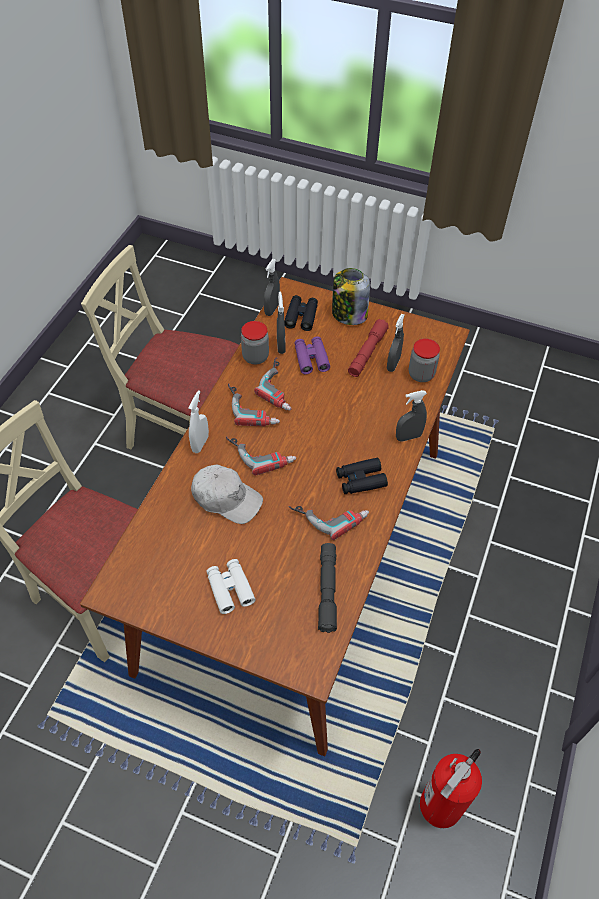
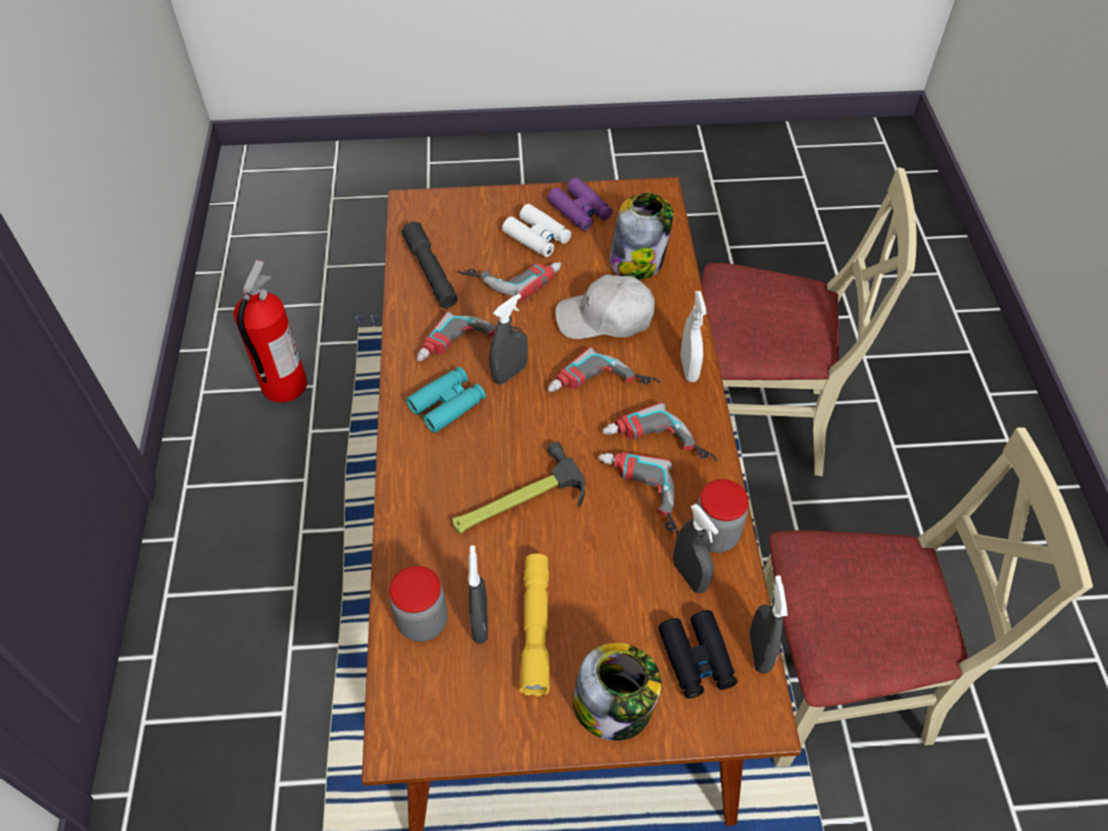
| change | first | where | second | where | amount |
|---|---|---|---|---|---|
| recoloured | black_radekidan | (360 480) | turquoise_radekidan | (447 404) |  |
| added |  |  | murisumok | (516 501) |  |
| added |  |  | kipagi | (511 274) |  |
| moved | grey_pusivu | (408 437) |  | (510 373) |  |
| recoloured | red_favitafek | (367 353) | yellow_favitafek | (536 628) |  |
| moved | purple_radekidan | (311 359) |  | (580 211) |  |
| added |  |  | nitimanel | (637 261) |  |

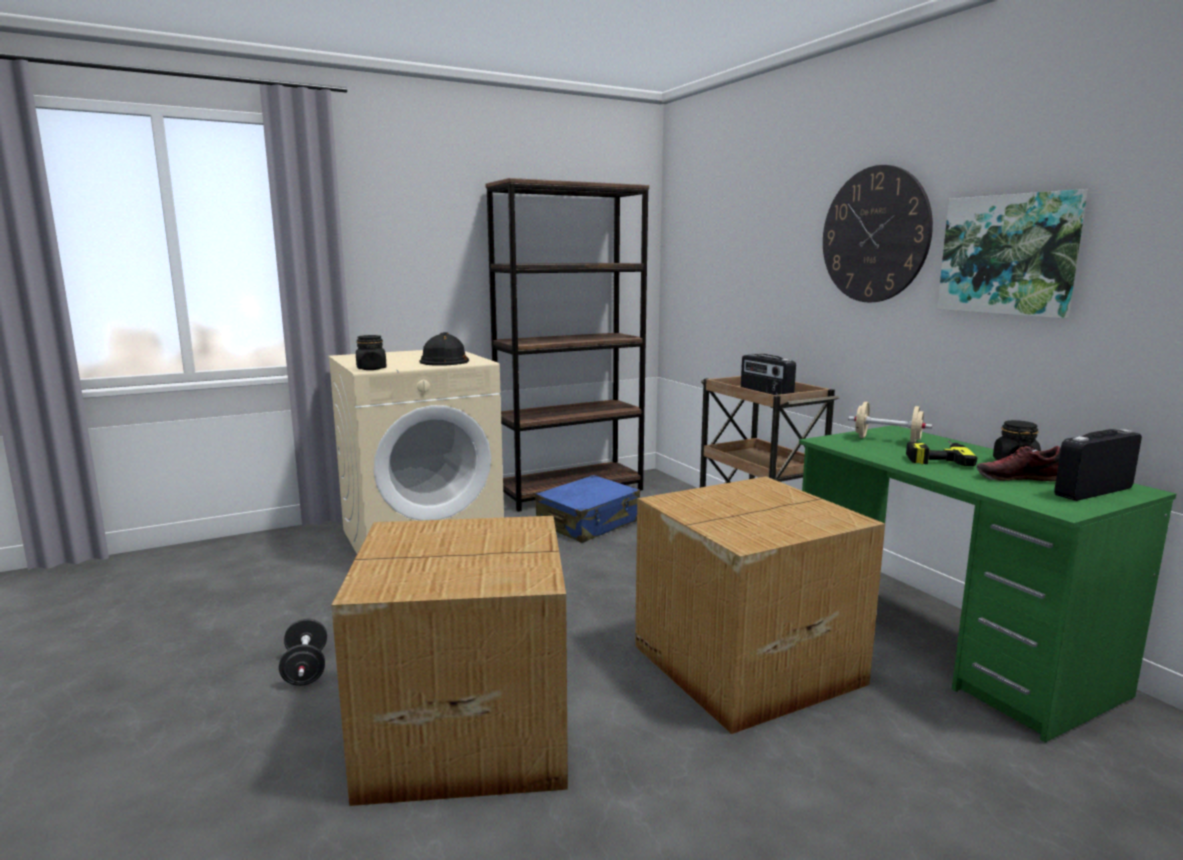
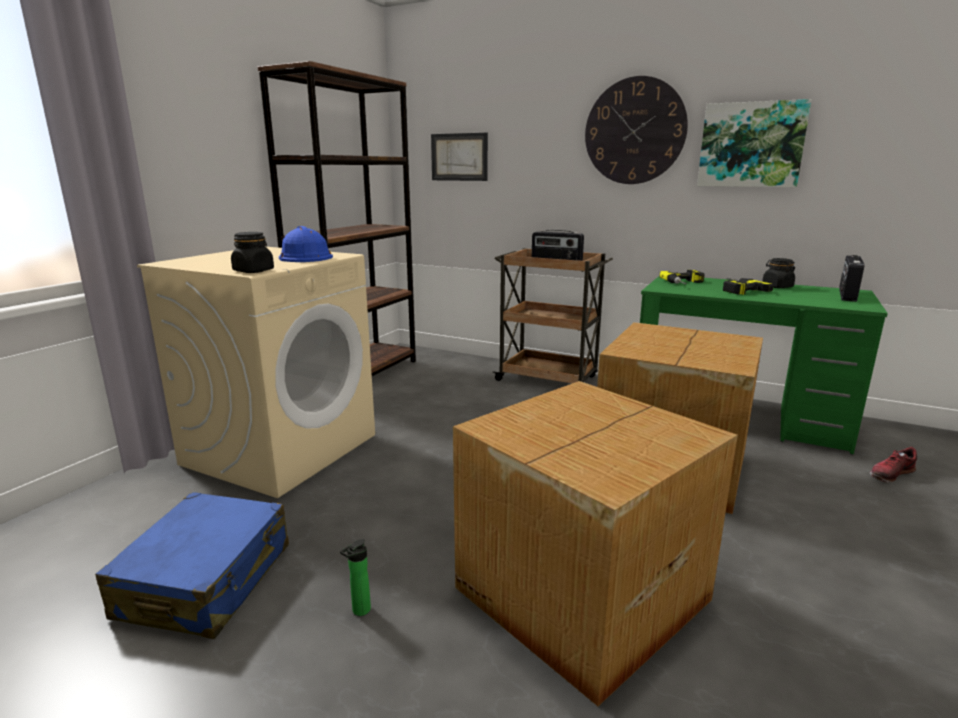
| change | first | where | second | where | amount |
|---|---|---|---|---|---|
| moved | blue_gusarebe | (588 523) |  | (207 581) |  |
| recoloured | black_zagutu | (445 361) | blue_zagutu | (303 257) |  |
| replaced | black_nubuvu | (305 669) | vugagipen | (359 611) |  |
| added |  |  | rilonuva | (459 157) |  |
| replaced | beige_nubuvu | (887 440) | kipagi | (686 283) |  |
| moved | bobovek | (1018 478) |  | (890 473) |  |

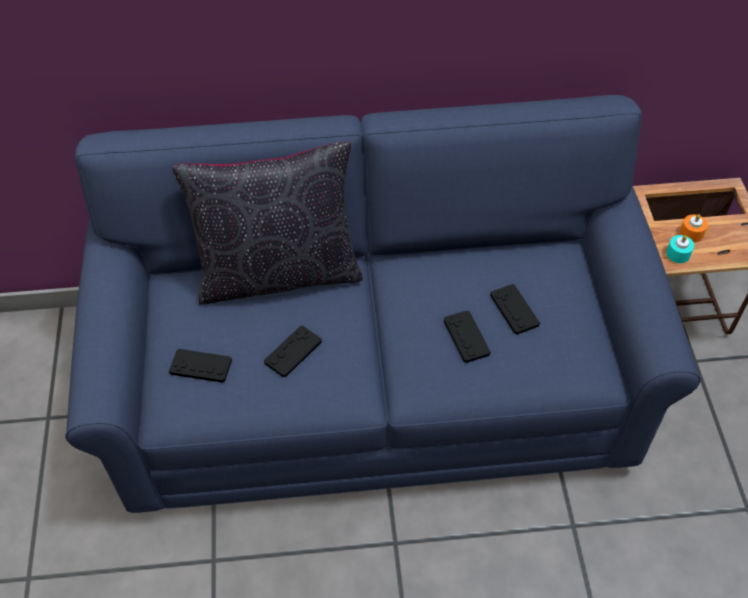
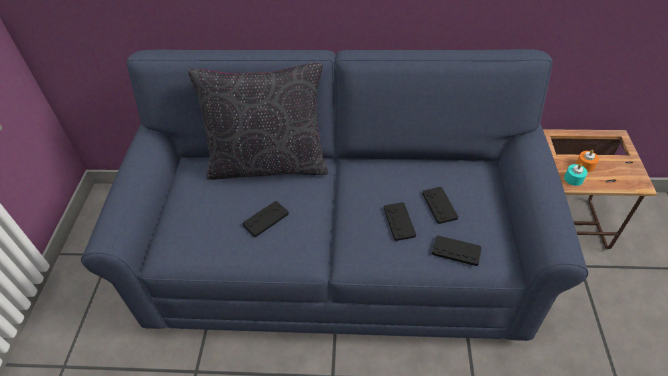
| change | first | where | second | where | amount |
|---|---|---|---|---|---|
| moved | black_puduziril | (200 366) |  | (456 251) |  |

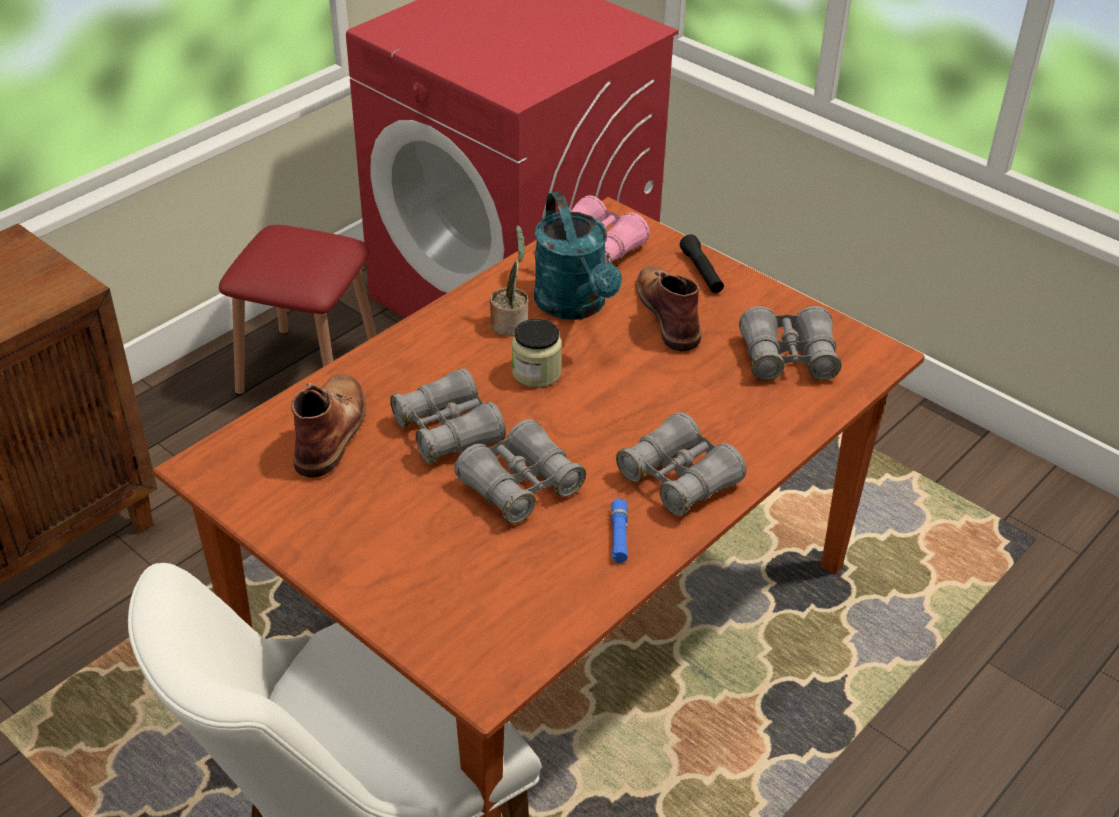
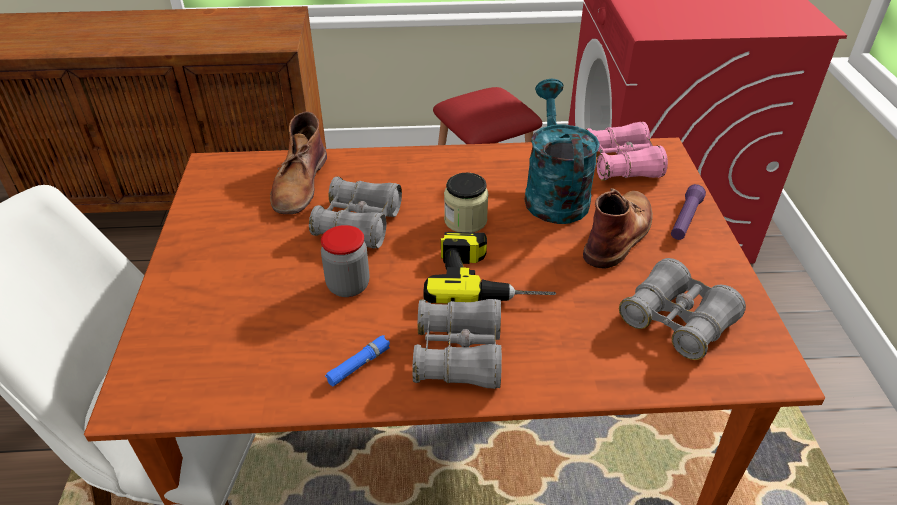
| change | first | where | second | where | amount |
|---|---|---|---|---|---|
| turned | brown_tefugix | (331 429) |  | (299 183) | 135 degrees clockwise |
| replaced | grey_radekidan | (520 486) | nitimanel | (348 286) |  |
| added |  |  | kipagi | (489 278) |  |
| turned | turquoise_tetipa | (575 306) |  | (553 193) | 150 degrees clockwise |
| recoloured | black_favitafek | (701 272) | purple_favitafek | (685 219) |  |
| removed | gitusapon | (510 323) |  |  |  |

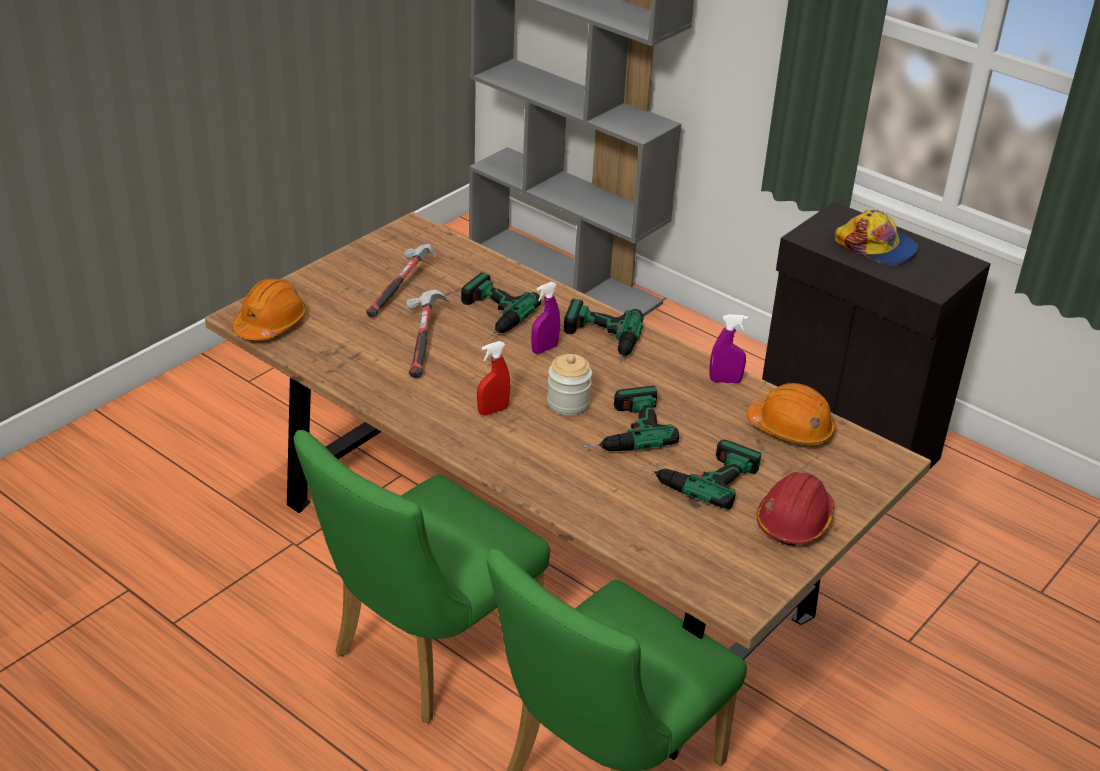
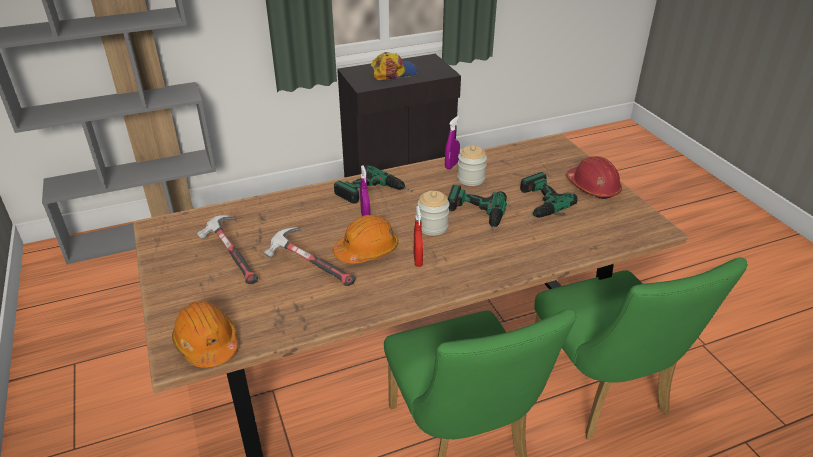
| change | first | where | second | where | amount |
|---|---|---|---|---|---|
| moved | orange_zagutu | (790 429) |  | (367 250) |  |
| added |  |  | nitimanel | (471 179) |  |
| removed | kipagi | (488 316) |  |  |  |

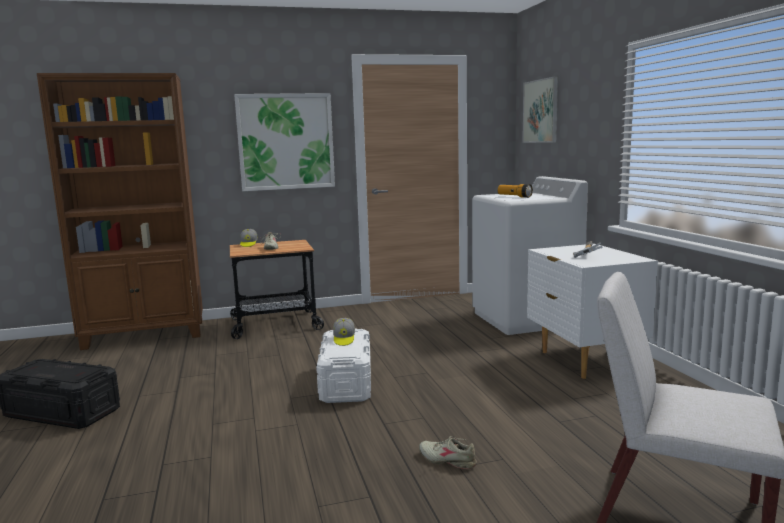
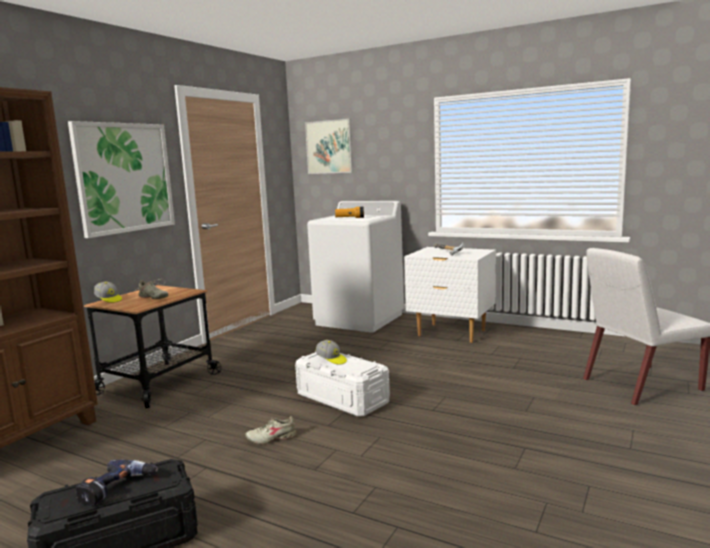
| change | first | where | second | where | amount |
|---|---|---|---|---|---|
| added |  |  | kipagi | (118 490) |  |
| moved | beige_bobovek | (447 460) |  | (272 438) |  |

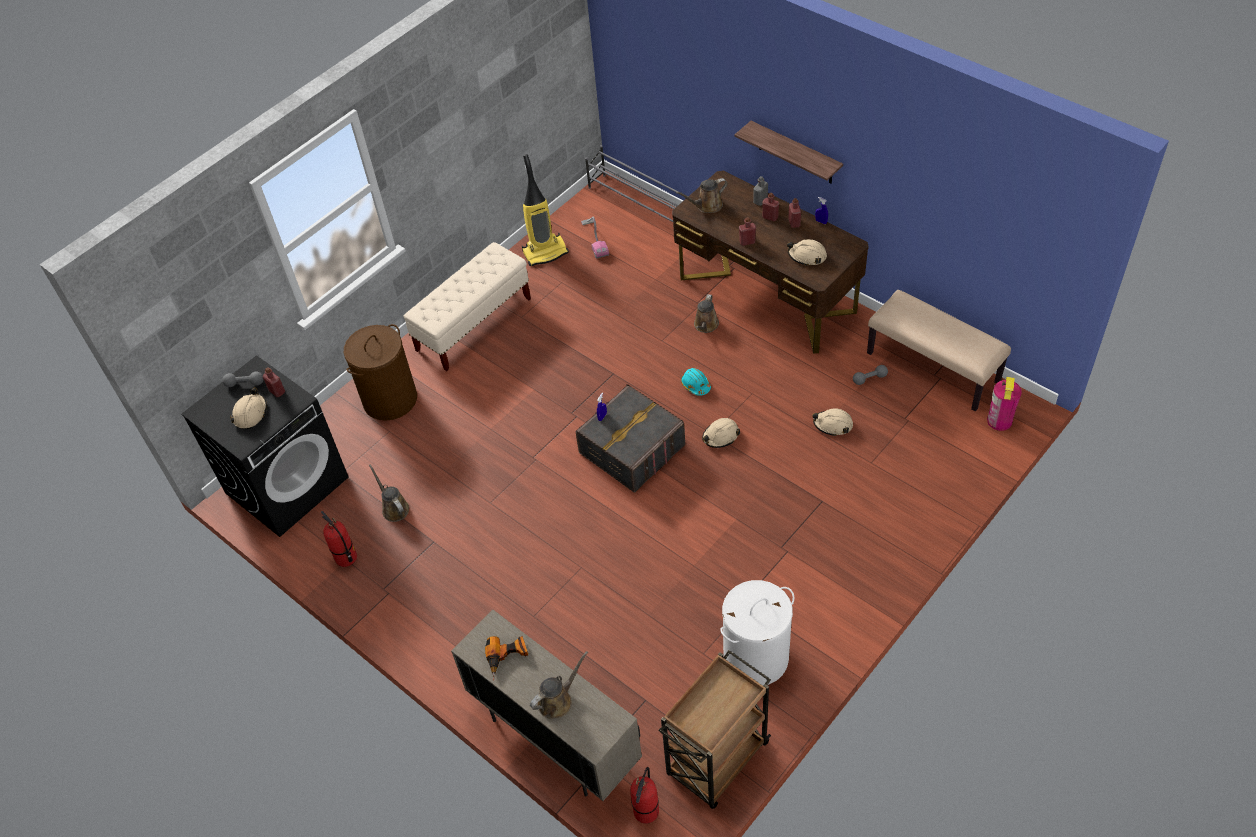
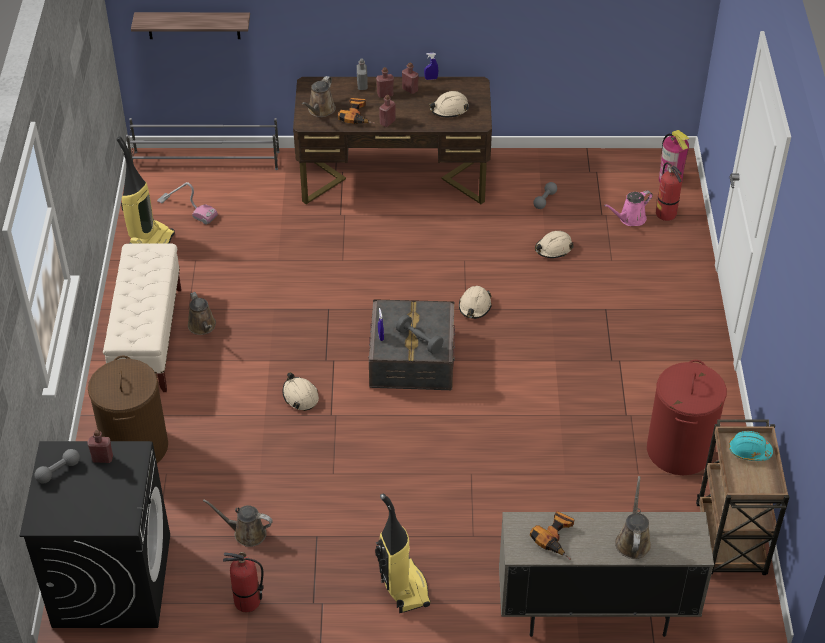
| change | first | where | second | where | amount |
|---|---|---|---|---|---|
| moved | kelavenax | (795 153) |  | (193 25) |  |
| moved | brown_tetipa | (705 326) |  | (203 326) |  |
| moved | beige_zagutu | (250 413) |  | (300 396) |  |
| added |  |  | kipagi | (358 115) |  |
| added |  |  | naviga | (403 587) |  |
| added |  |  | grey_nubuvu | (419 340) |  |
| added |  |  | pink_tetipa | (630 219) |  |
| recoloured | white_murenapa | (756 658) | red_murenapa | (679 450) |  |
| moved | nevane | (646 811) |  | (666 214) |  |
| moved | turquoise_zagutu | (695 385) |  | (749 451) |  |
| removed | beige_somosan | (933 367) |  |  |  |

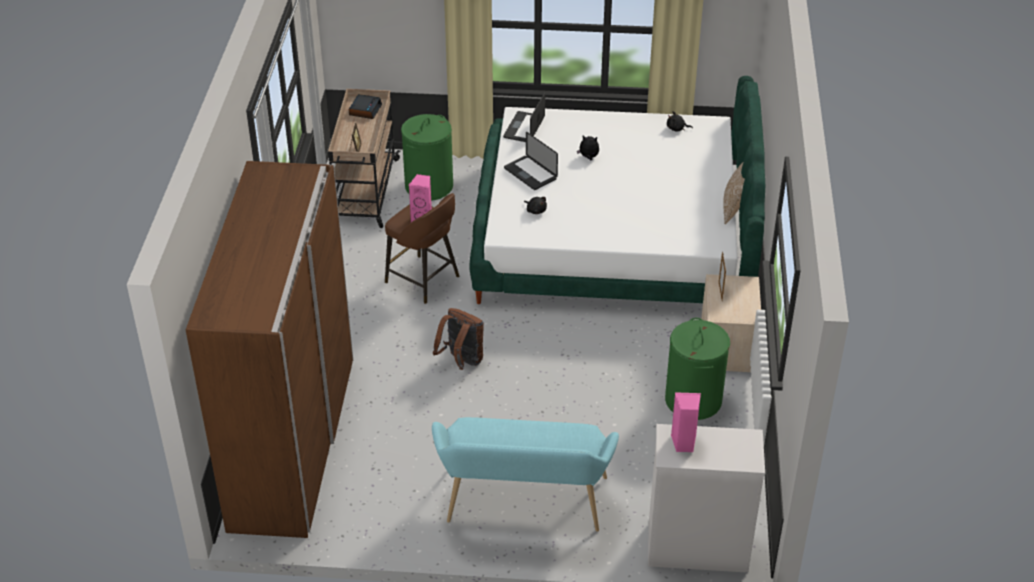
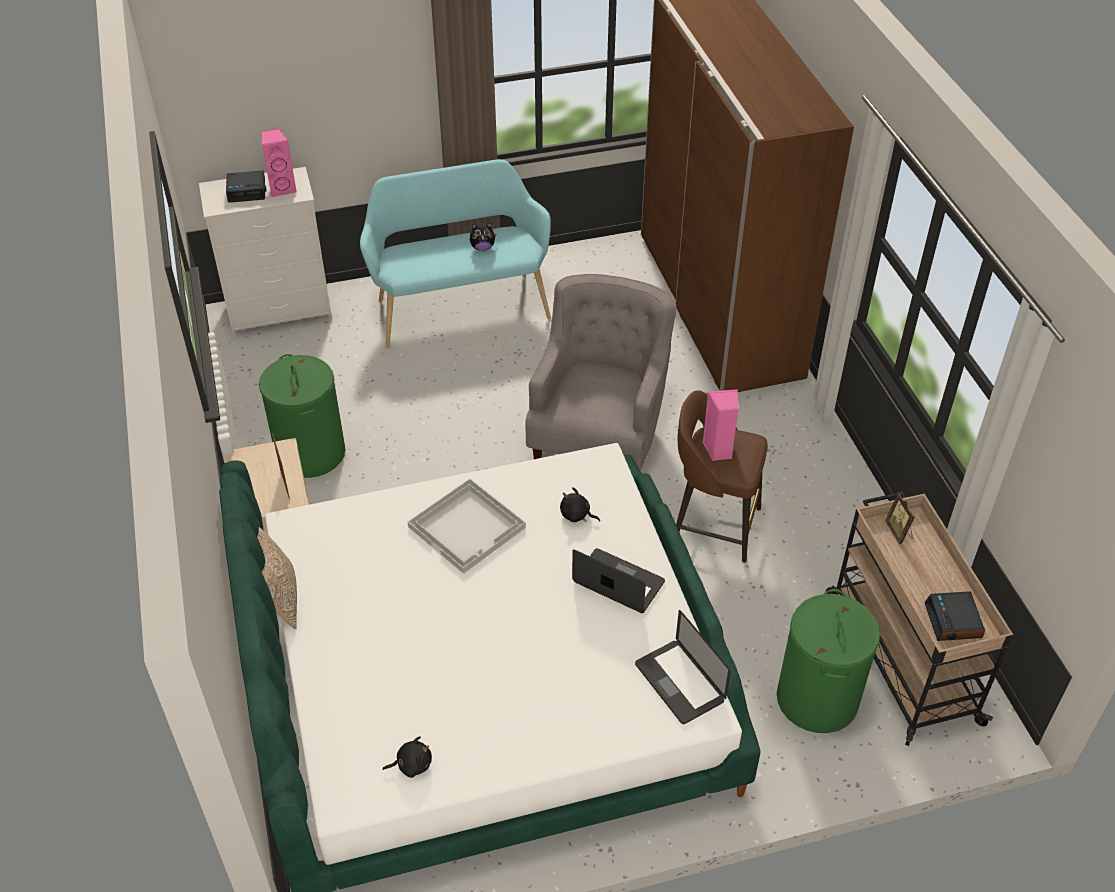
| change | first | where | second | where | amount |
|---|---|---|---|---|---|
| added |  |  | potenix | (247 190) |  |
| added |  |  | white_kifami | (468 527) |  |
| moved | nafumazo | (588 157) |  | (482 247) |  |
| replaced | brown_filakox | (461 361) | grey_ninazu | (600 430) |  |
| turned | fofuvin | (524 128) |  | (679 683) | 150 degrees clockwise |

